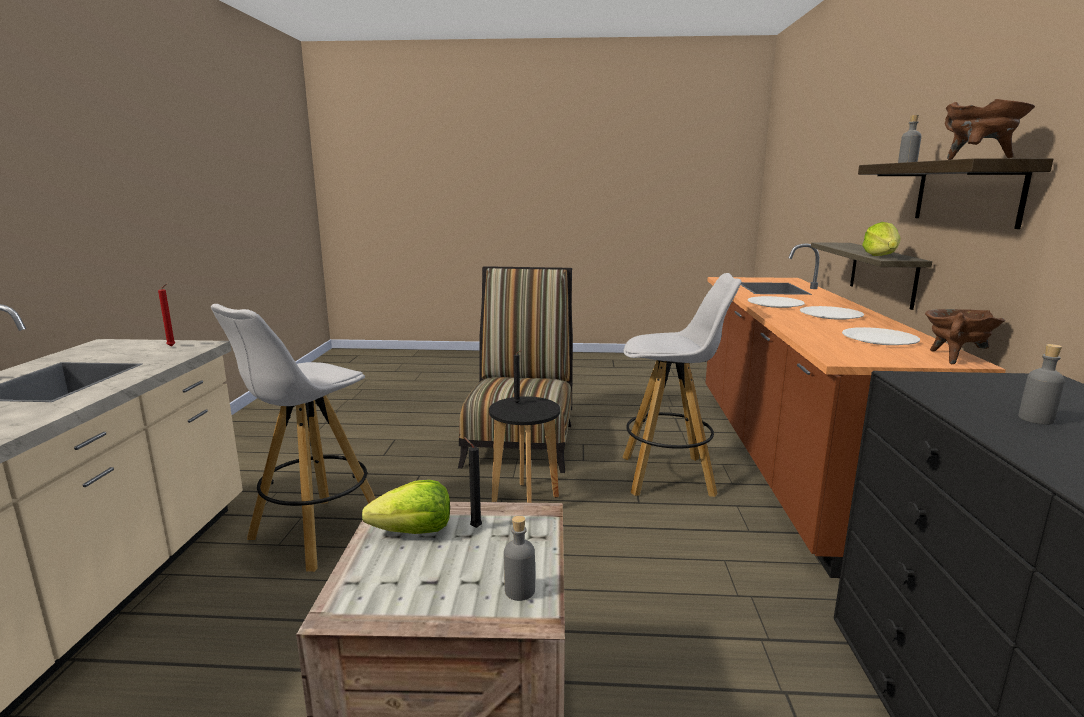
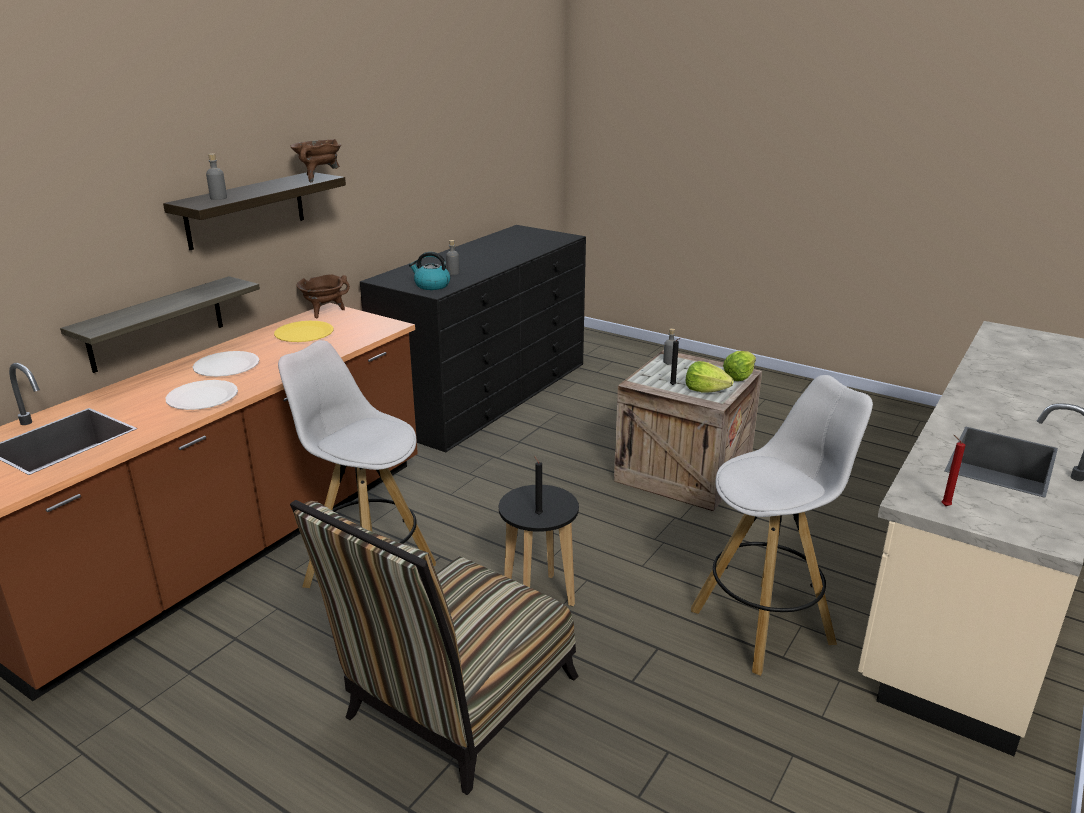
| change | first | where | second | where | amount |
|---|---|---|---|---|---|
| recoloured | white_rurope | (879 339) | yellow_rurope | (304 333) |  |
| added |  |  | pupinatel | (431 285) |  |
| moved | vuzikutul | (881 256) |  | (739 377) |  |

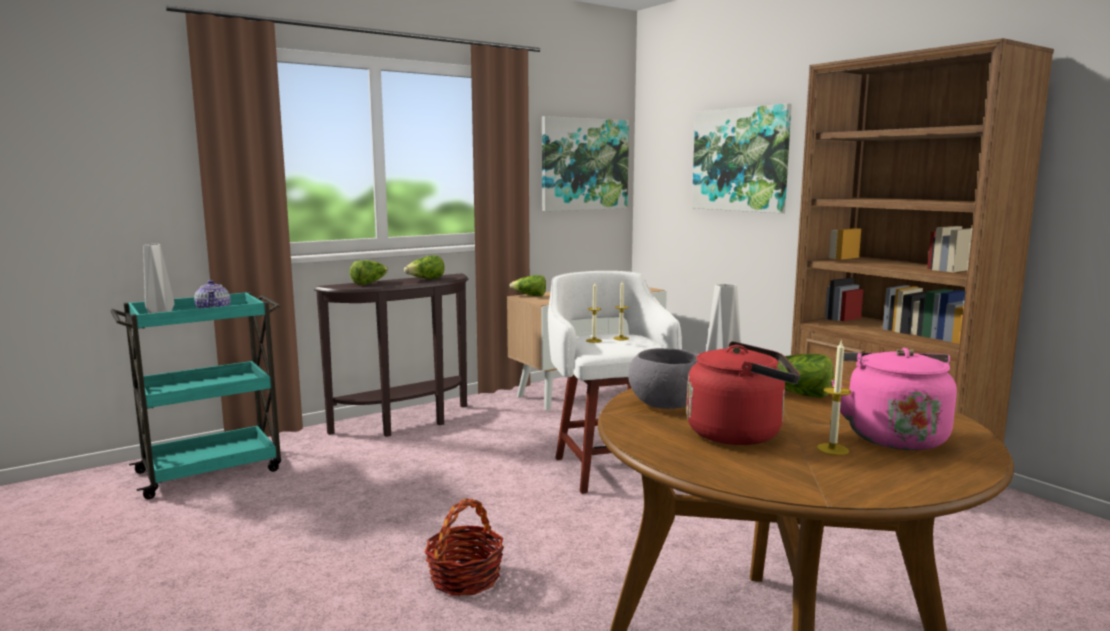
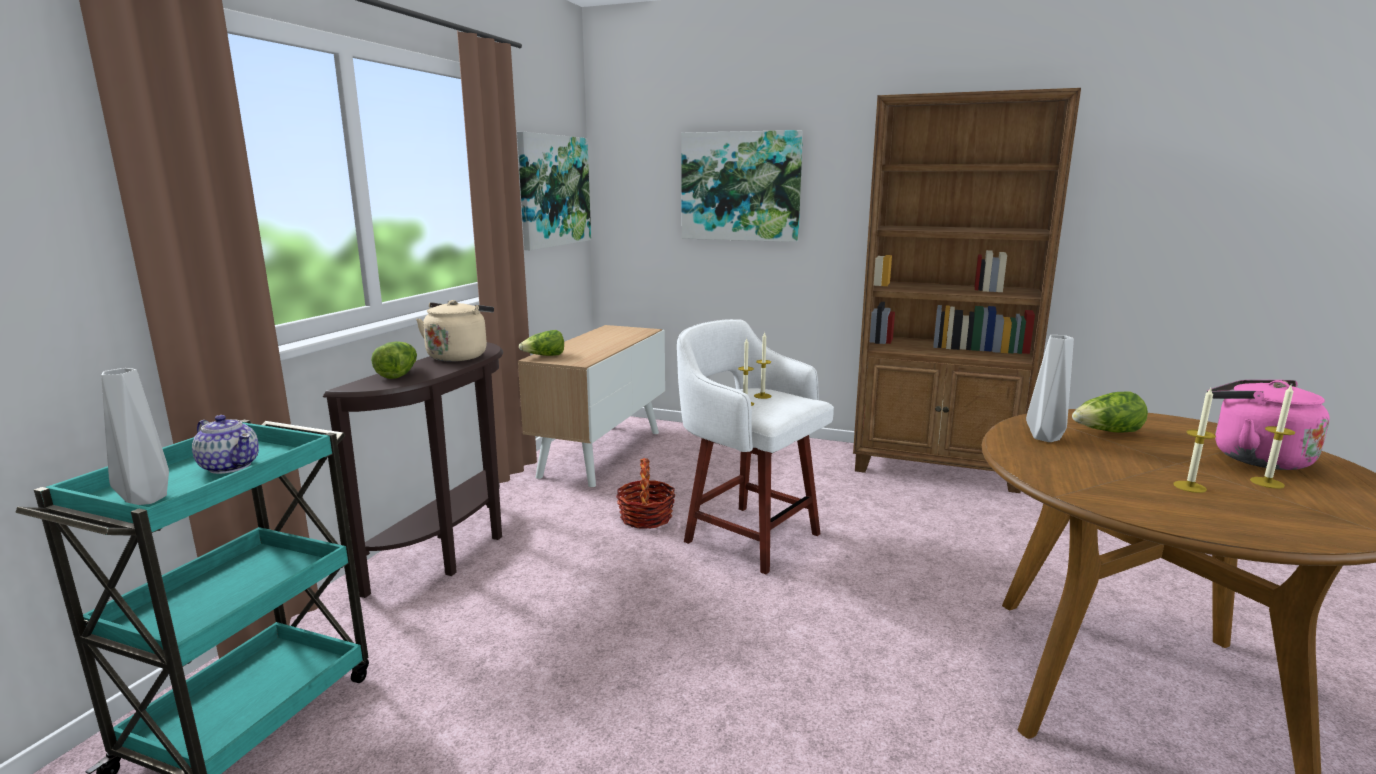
| change | first | where | second | where | amount |
|---|---|---|---|---|---|
| replaced | vuzikutul | (426 279) | beige_pupinatel | (459 356) |  |
| moved | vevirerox | (465 578) |  | (646 517) |  |
| replaced | red_pupinatel | (740 434) | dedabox | (1189 487) |  |
| removed | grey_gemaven | (666 404) |  |  |  |

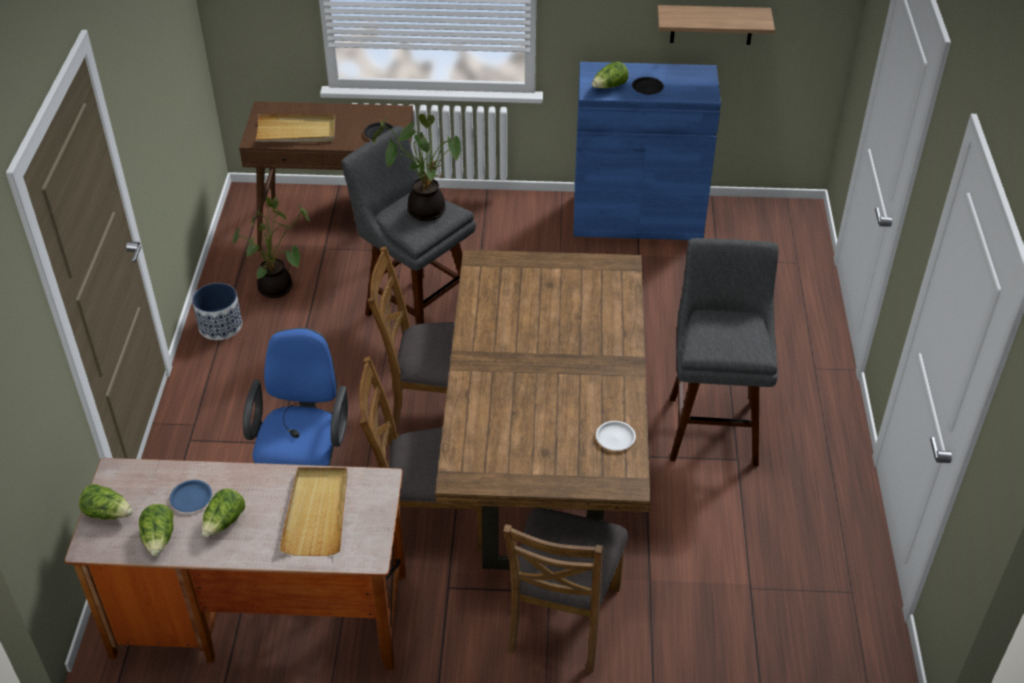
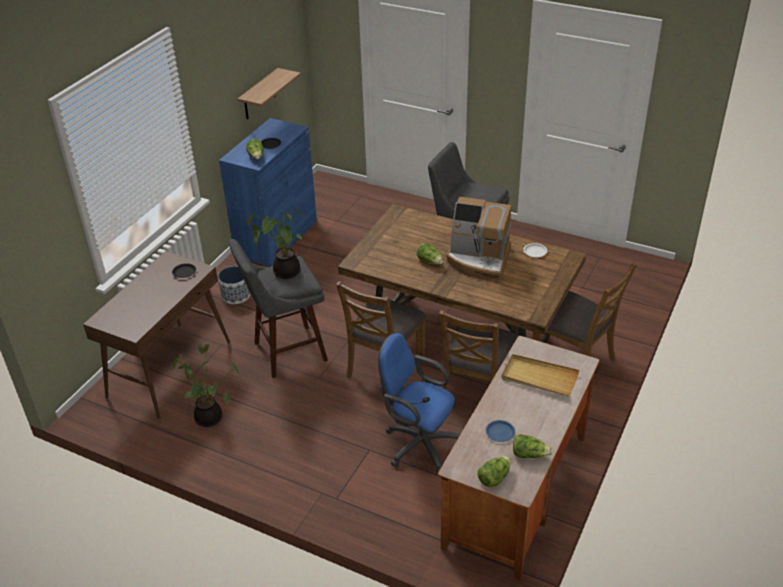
| change | first | where | second | where | amount |
|---|---|---|---|---|---|
| moved | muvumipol | (220 326) |  | (236 295) |  |
| moved | vuzikutul | (224 522) |  | (430 261) |  |
| added |  |  | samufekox | (479 258) |  |
| removed | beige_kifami | (296 132) |  |  |  |

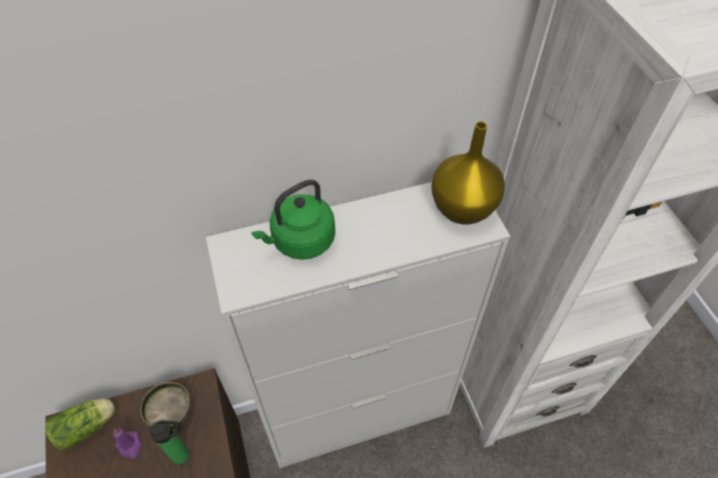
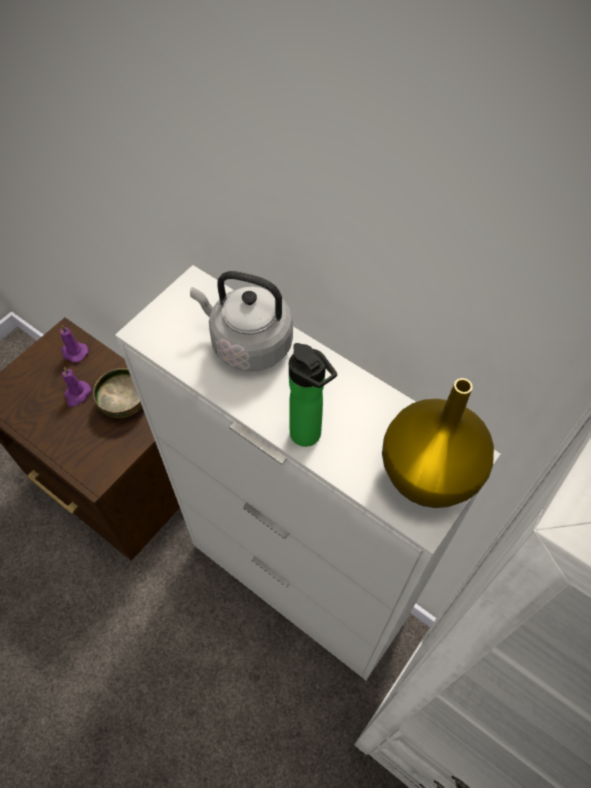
| change | first | where | second | where | amount |
|---|---|---|---|---|---|
| replaced | vuzikutul | (88 427) | purple_dedabox | (74 352) |  |
| recoloured | green_pupinatel | (300 241) | grey_pupinatel | (247 343) |  |
| moved | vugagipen | (183 455) |  | (308 437) |  |

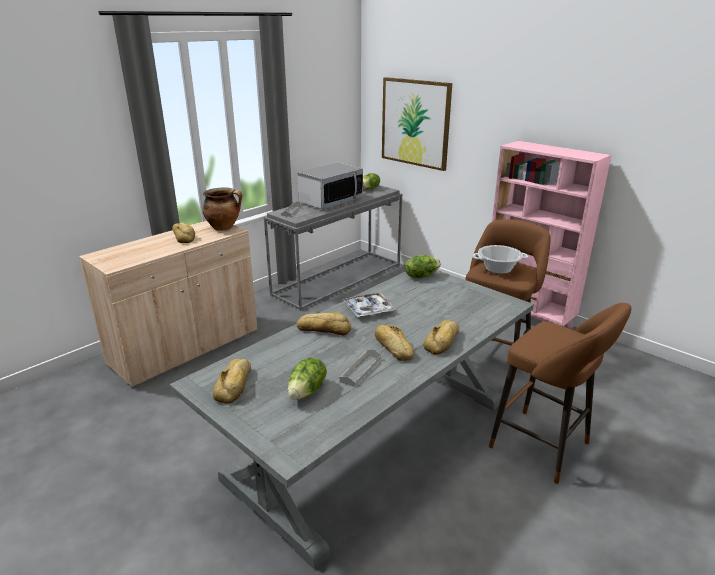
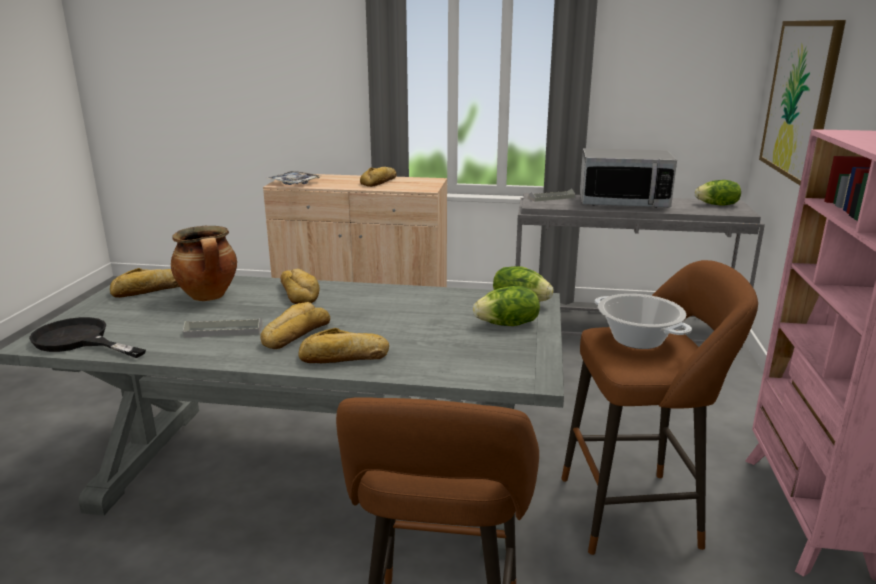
| change | first | where | second | where | amount |
|---|---|---|---|---|---|
| added |  |  | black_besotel | (79 340) |  |
| moved | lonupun | (224 227) |  | (209 296) |  |
| moved | kifami | (368 309) |  | (294 183) |  |
| moved | vuzikutul | (307 391) |  | (508 324) |  |

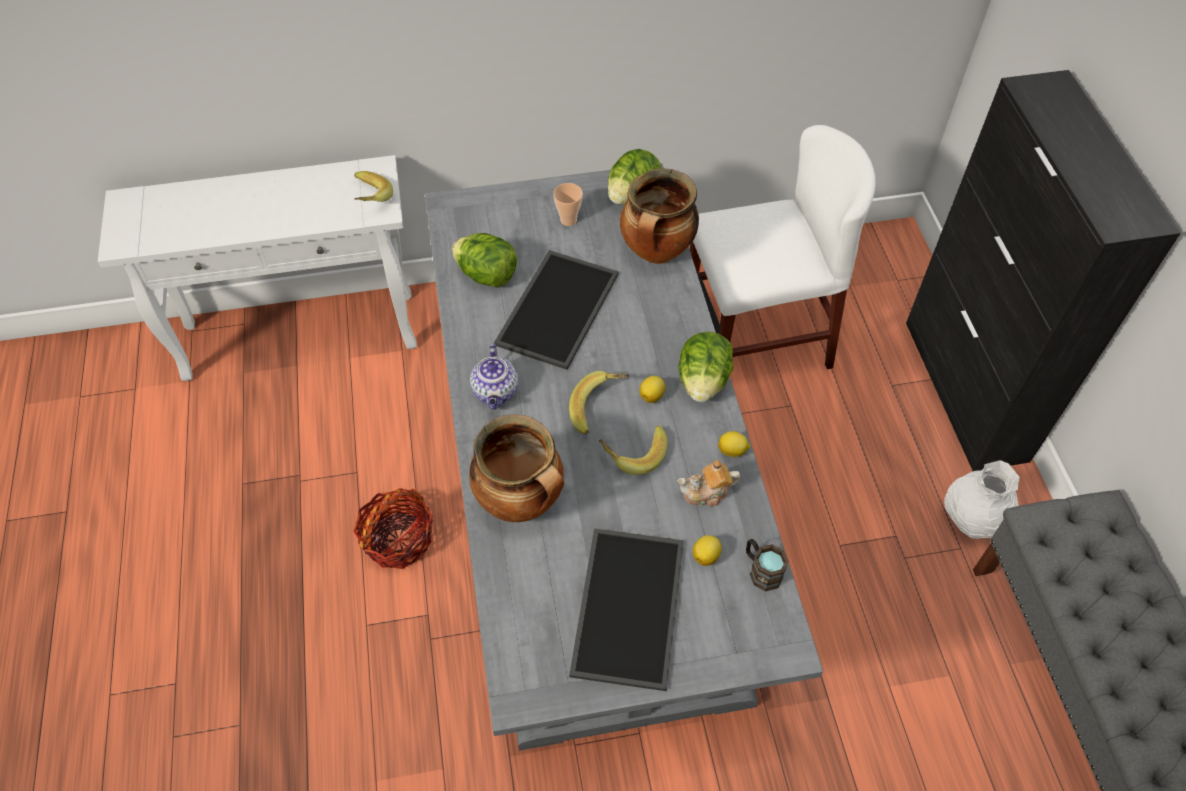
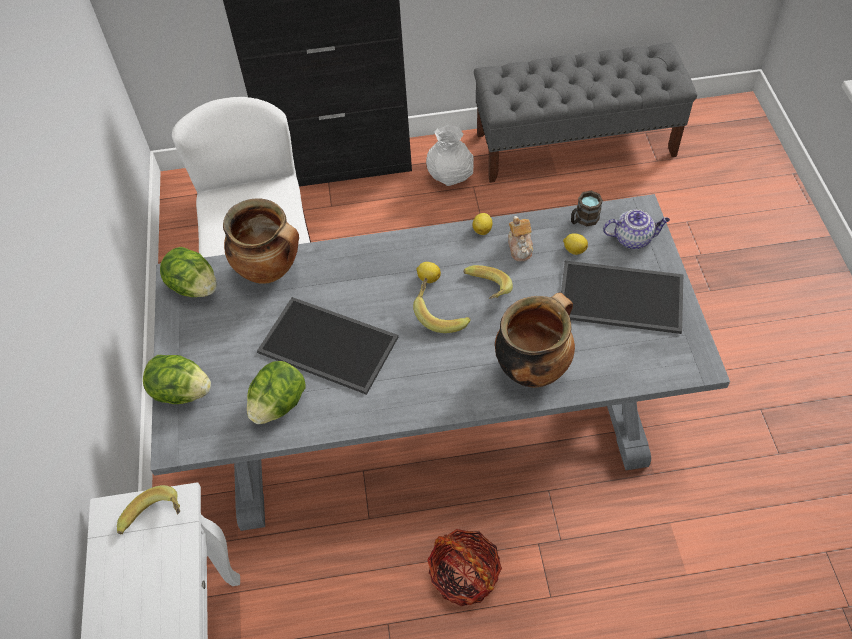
| change | first | where | second | where | amount |
|---|---|---|---|---|---|
| moved | vuzikutul | (703 381) |  | (181 391) |  |
| moved | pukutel | (496 392) |  | (633 238) |  |
| removed | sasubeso | (568 220) |  |  |  |

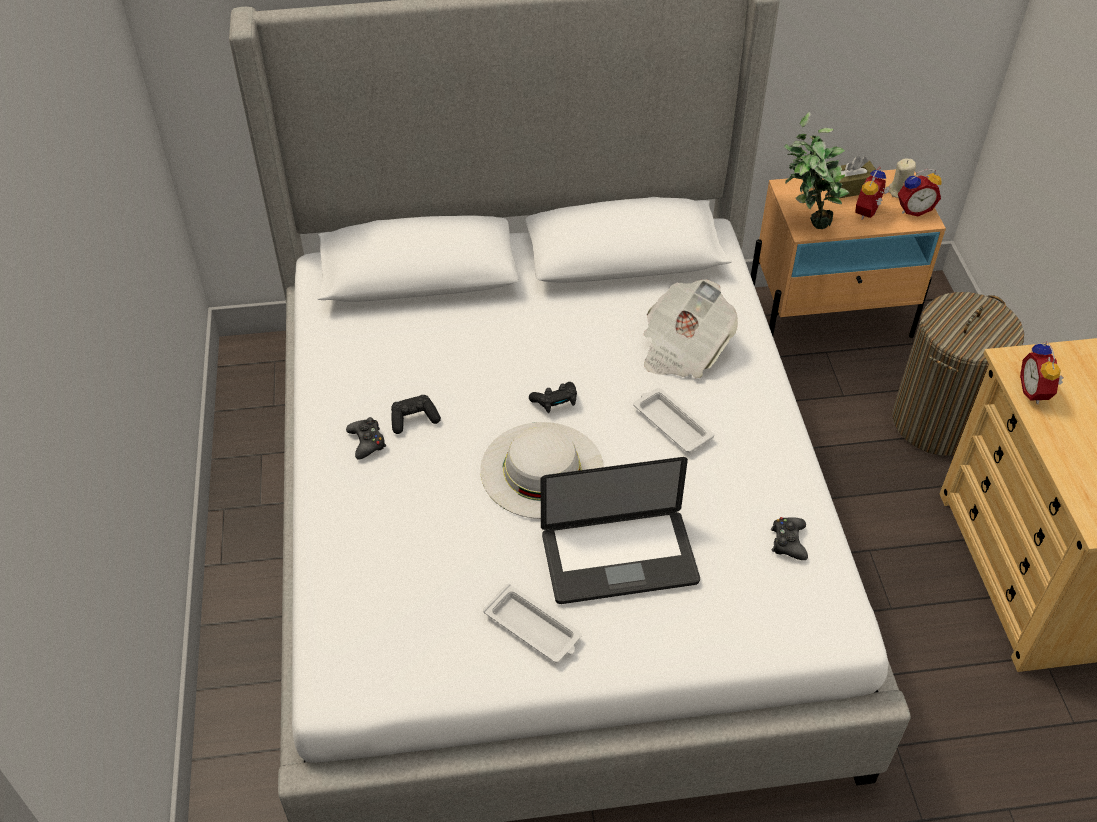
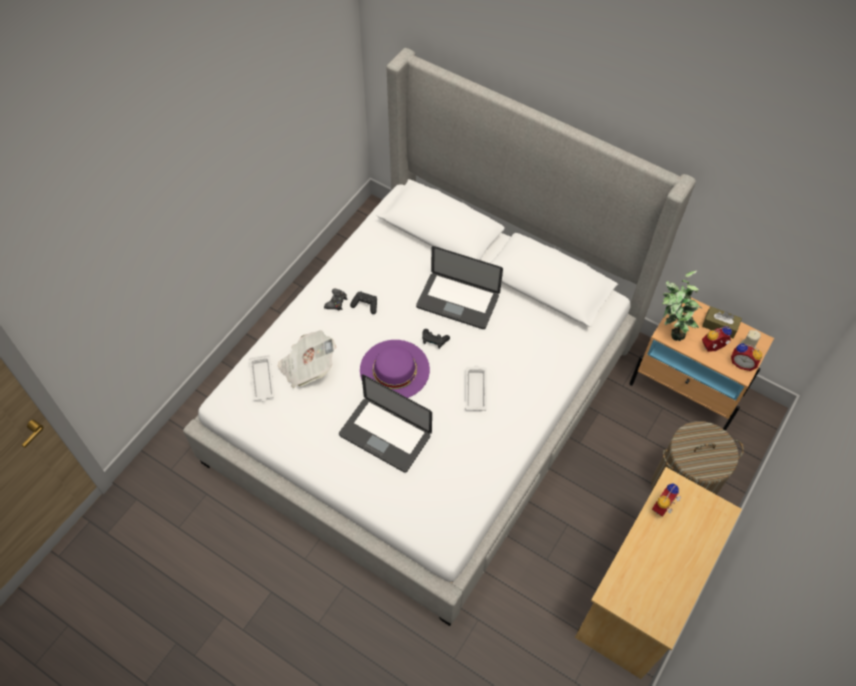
| change | first | where | second | where | amount |
|---|---|---|---|---|---|
| moved | white_kifami | (533 628) |  | (262 380) |  |
| moved | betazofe | (683 349) |  | (307 367) |  |
| recoloured | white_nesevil | (542 469) | purple_nesevil | (394 369) |  |
| added |  |  | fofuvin | (457 301) |  |
| removed | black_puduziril | (788 542) |  |  |  |

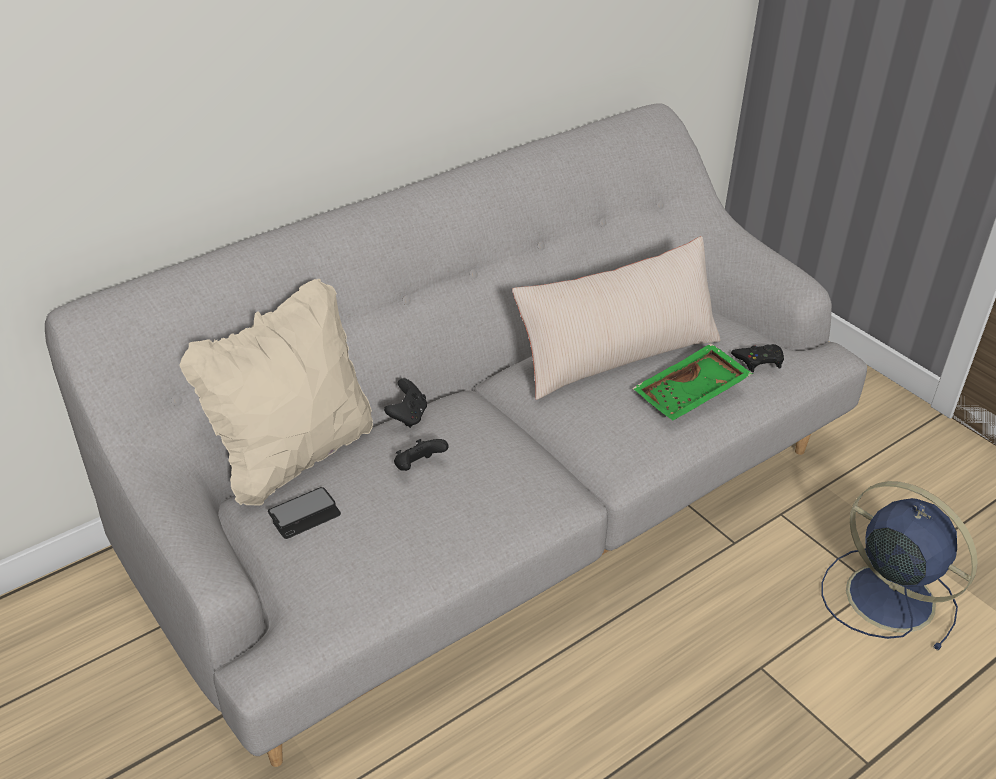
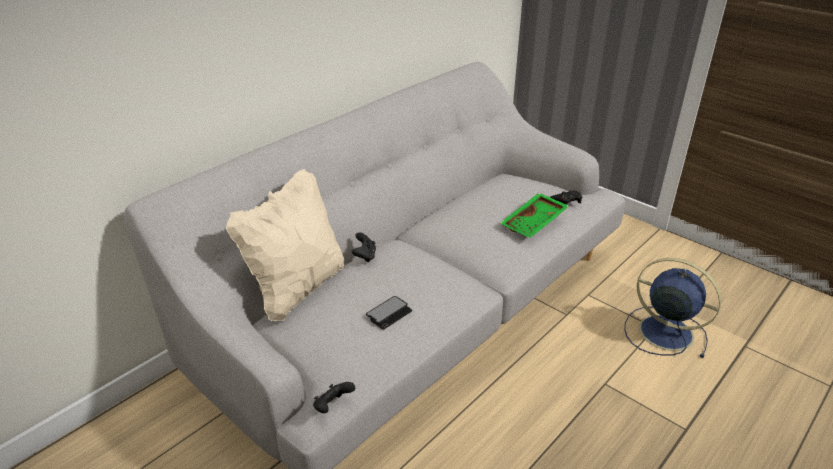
| change | first | where | second | where | amount |
|---|---|---|---|---|---|
| moved | black_puduziril | (418 467) |  | (333 406) |  |
| moved | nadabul | (304 514) |  | (389 313) |  |
| removed | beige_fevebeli | (617 355) |  |  |  |

